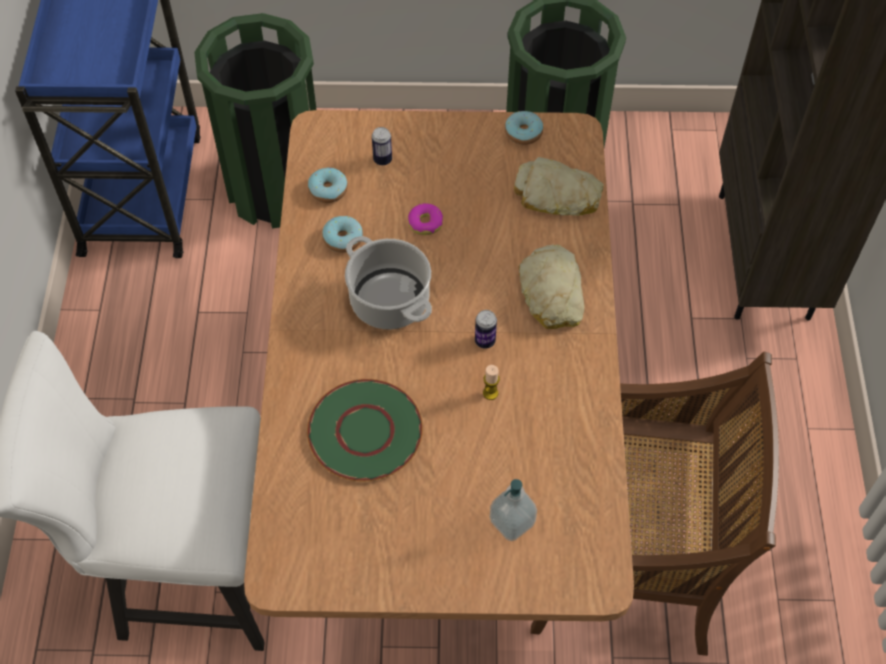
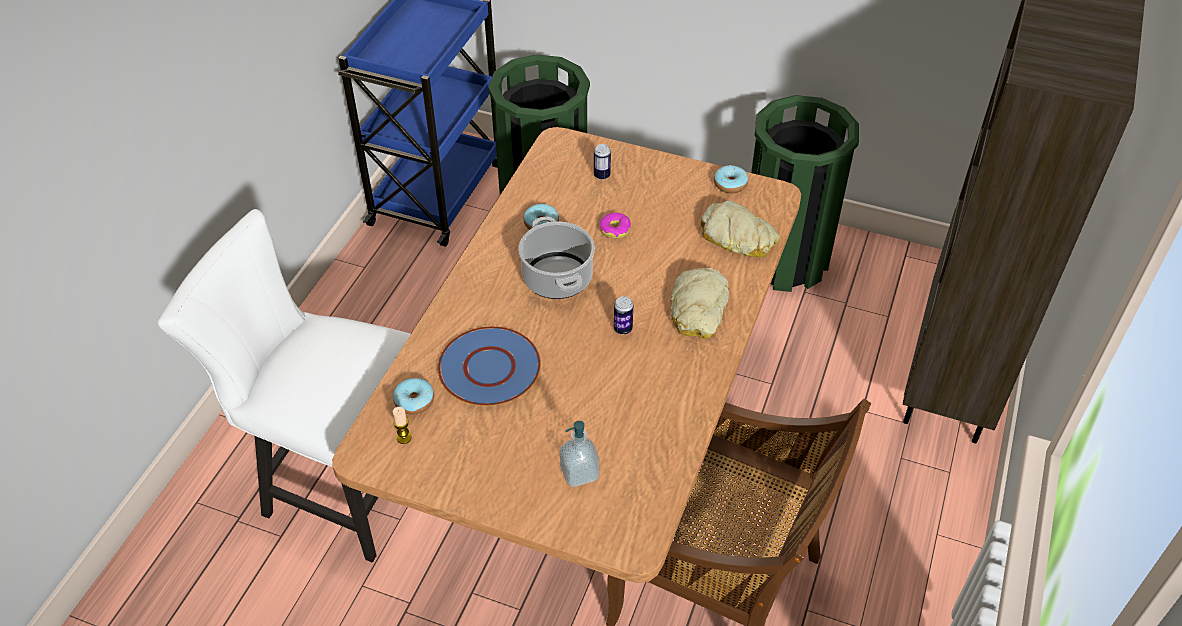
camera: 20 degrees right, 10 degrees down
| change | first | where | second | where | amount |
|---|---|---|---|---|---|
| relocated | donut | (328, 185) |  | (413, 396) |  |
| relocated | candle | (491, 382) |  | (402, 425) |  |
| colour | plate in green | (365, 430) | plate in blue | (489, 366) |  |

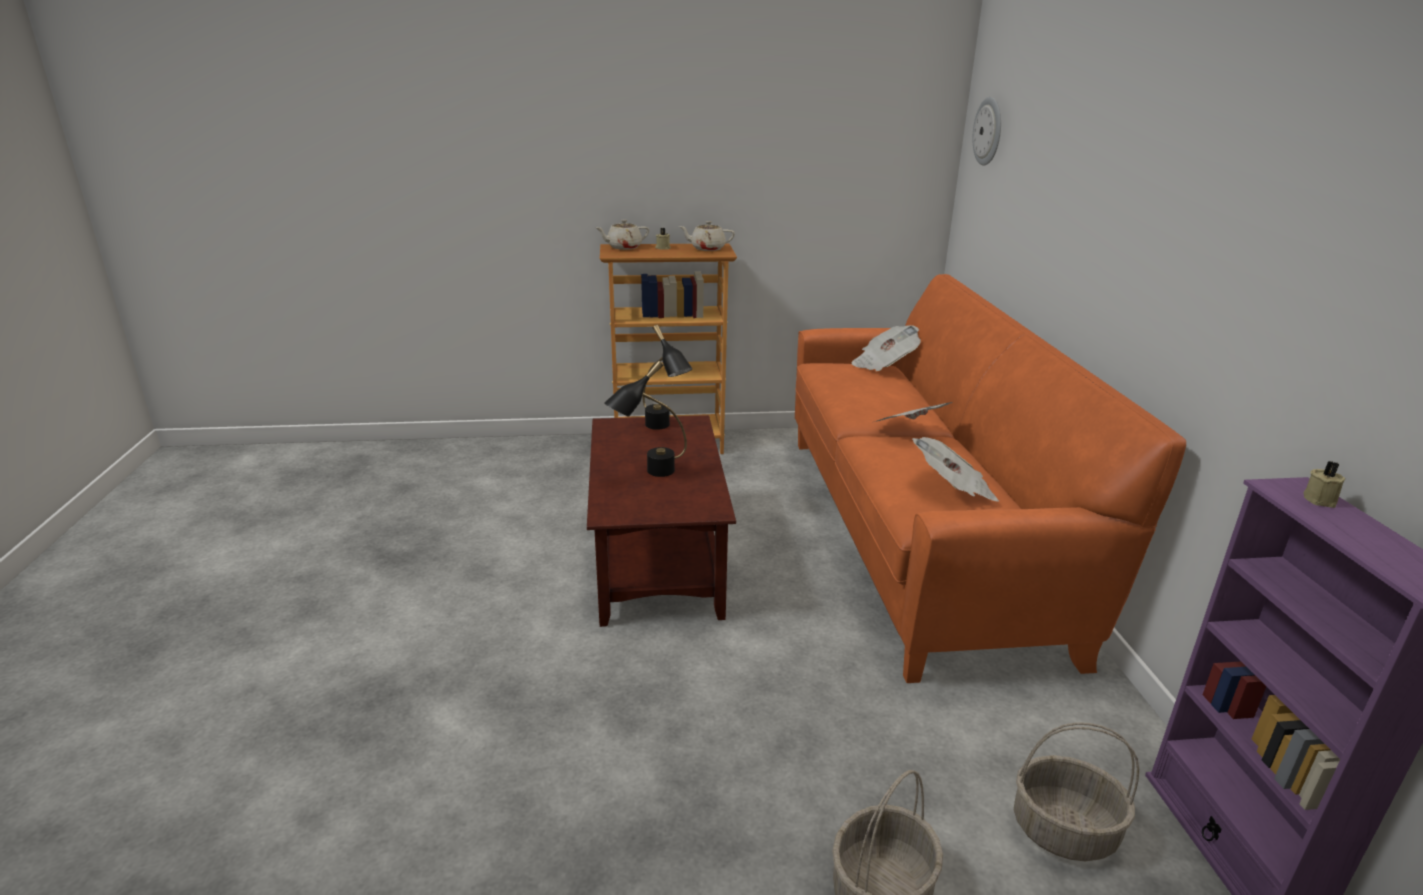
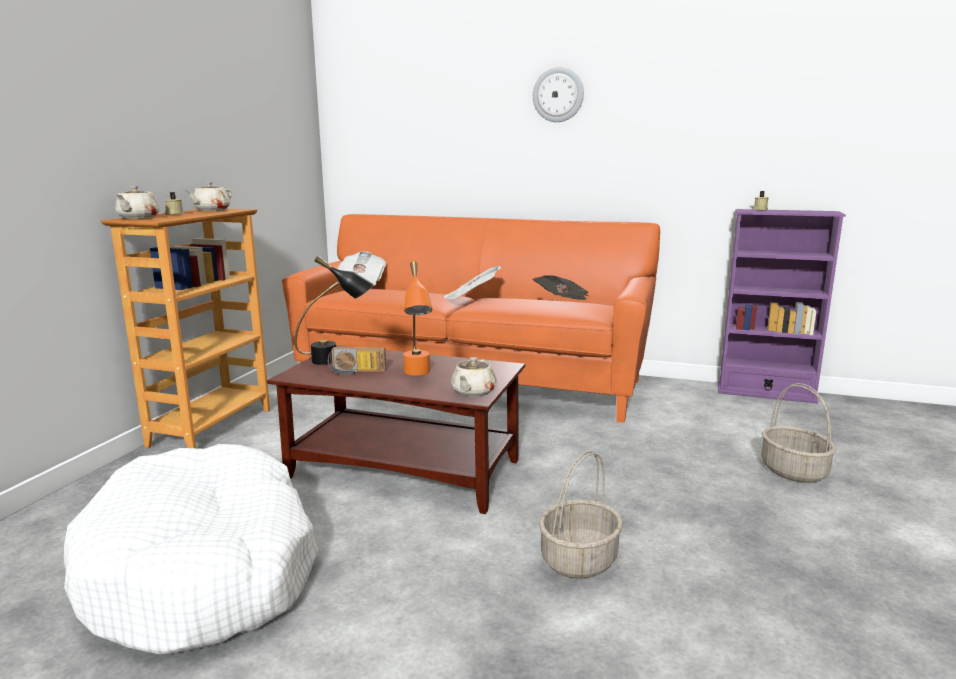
camera: 65 degrees left, 10 degrees down
| change | first | where | second | where | amount |
|---|---|---|---|---|---|
| appeared |  |  | dog bed in white | (191, 549) |  |
| appeared |  |  | radio | (357, 361) |  |
| appeared |  |  | teapot in beige | (473, 377) |  |
| relocated | wall clock | (987, 131) |  | (558, 94) |  |
| relocated | basket | (1076, 791) |  | (581, 515) |  |
| colour | table lamp in black | (645, 419) | table lamp in orange | (418, 318) |  |

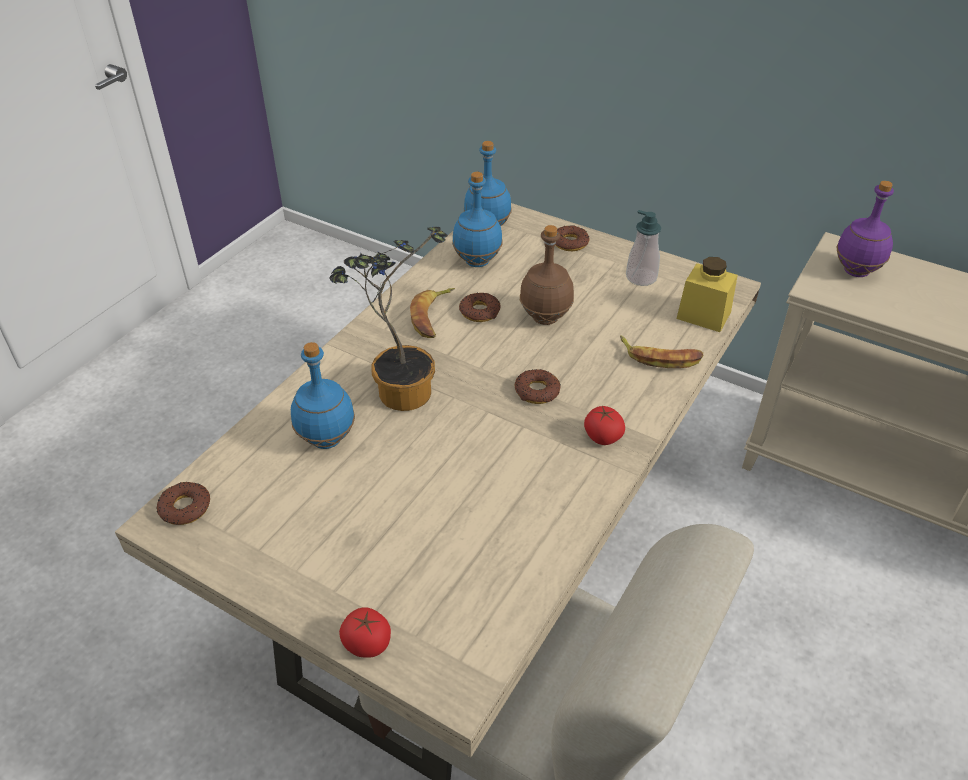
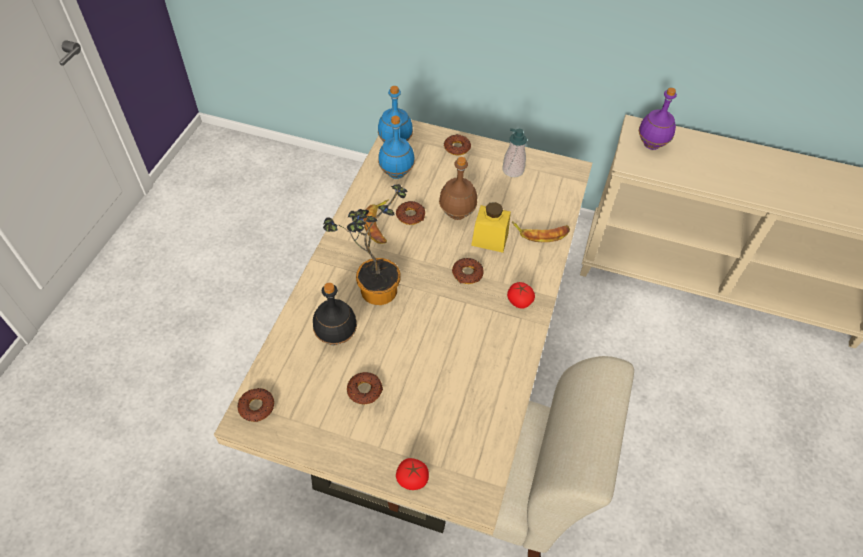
camera: 15 degrees left, 10 degrees up
| change | first | where | second | where | amount |
|---|---|---|---|---|---|
| appeared |  |  | donut | (365, 388) |  |
| relocated | jar in yellow | (707, 294) |  | (491, 227) |  |
| colour | bottle in blue | (323, 395) | bottle in black | (335, 314) |  |

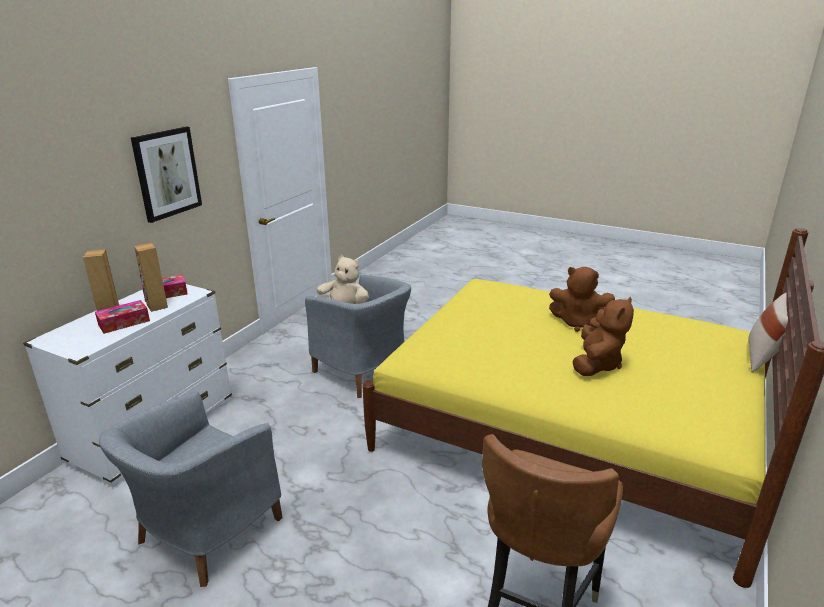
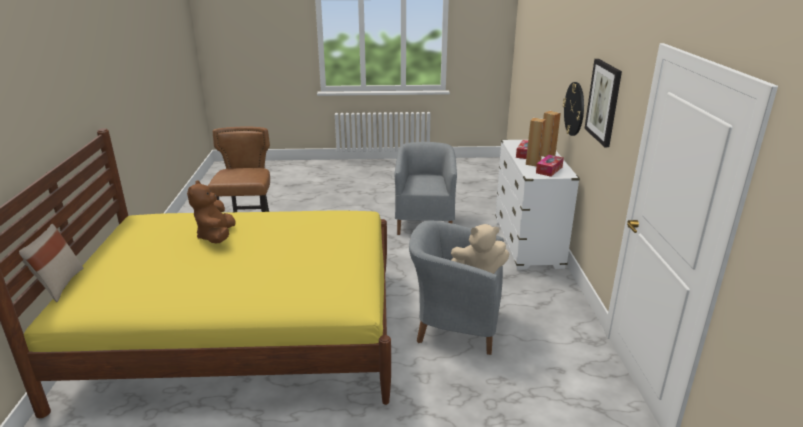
camera: 150 degrees right, 0 degrees up
| change | first | where | second | where | amount |
|---|---|---|---|---|---|
| missing | plush toy in brown | (582, 299) |  |  |  |
| appeared |  |  | wall clock | (573, 109) |  |

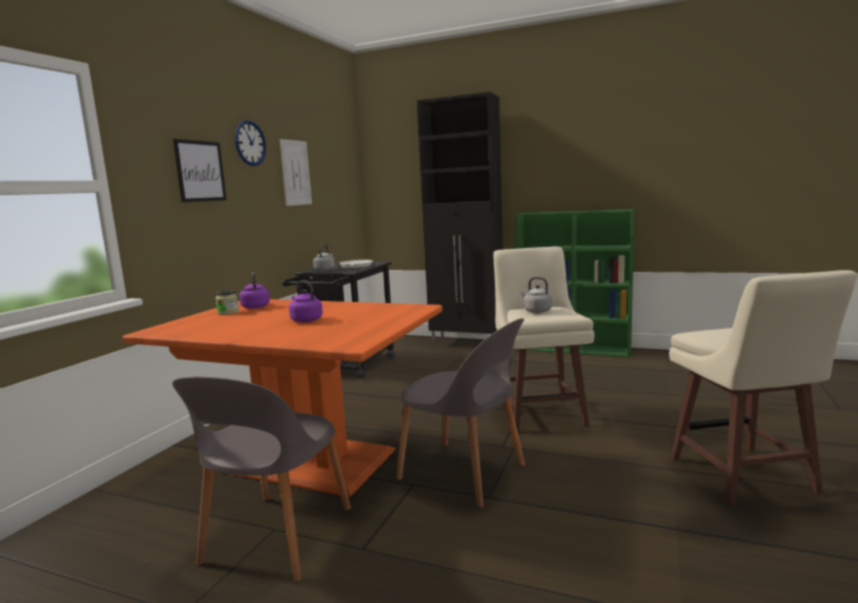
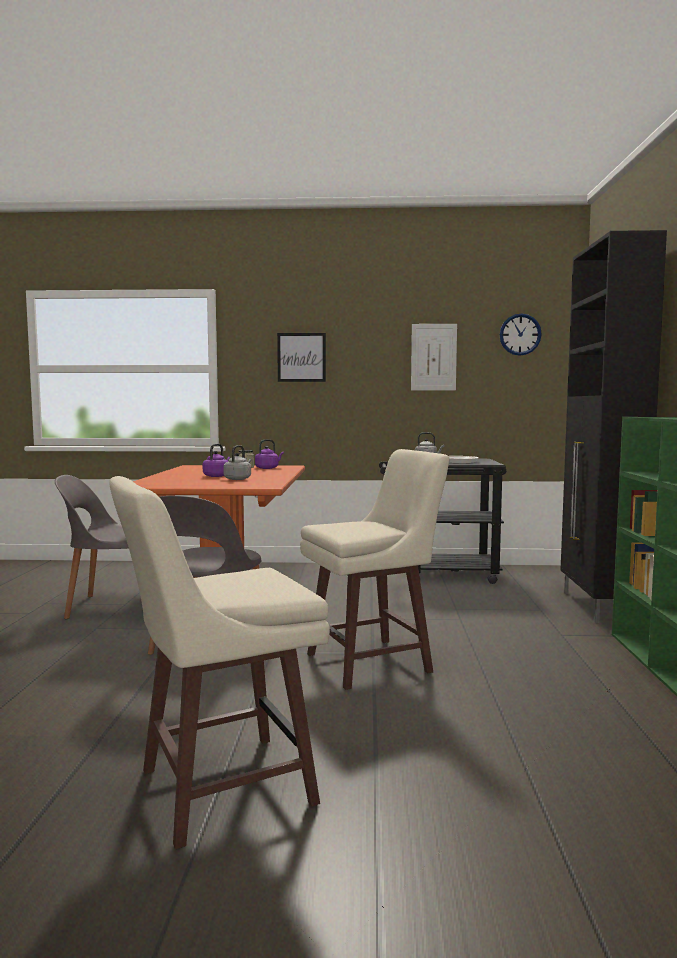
camera: 70 degrees right, 5 degrees down
| change | first | where | second | where | amount |
|---|---|---|---|---|---|
| relocated | wall clock | (250, 143) |  | (521, 334) |  |
| relocated | kettle in grey | (536, 295) |  | (237, 462) |  |

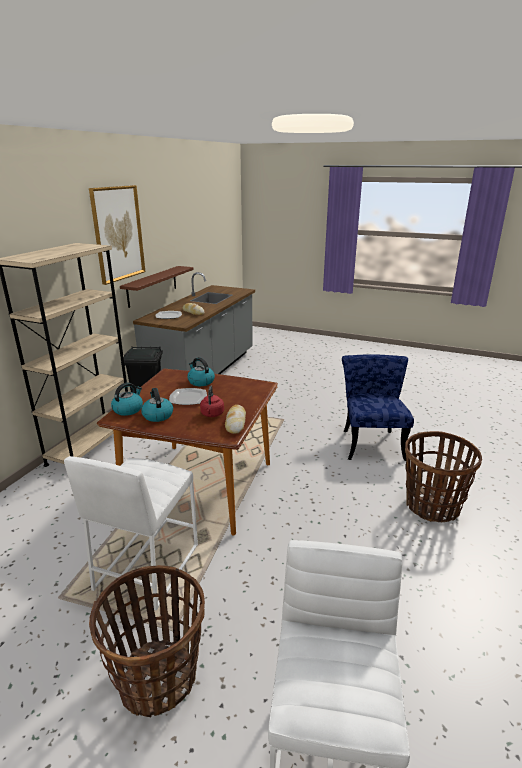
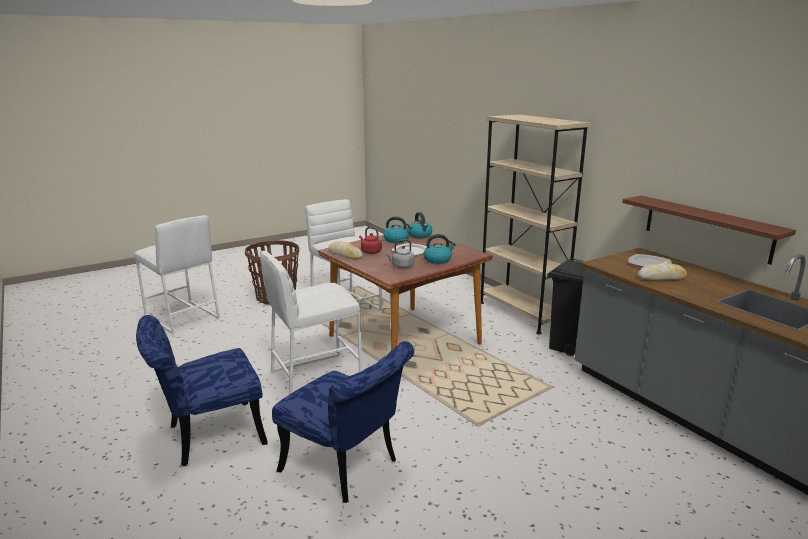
camera: 125 degrees right, 5 degrees down
| change | first | where | second | where | amount |
|---|---|---|---|---|---|
| missing | picture | (117, 235) |  |  |  |
| appeared |  |  | stool in white | (311, 323) |  |
| appeared |  |  | kettle in grey | (399, 253) |  |
| exchanged | basket | (443, 476) | chair in blue | (202, 390) |  |

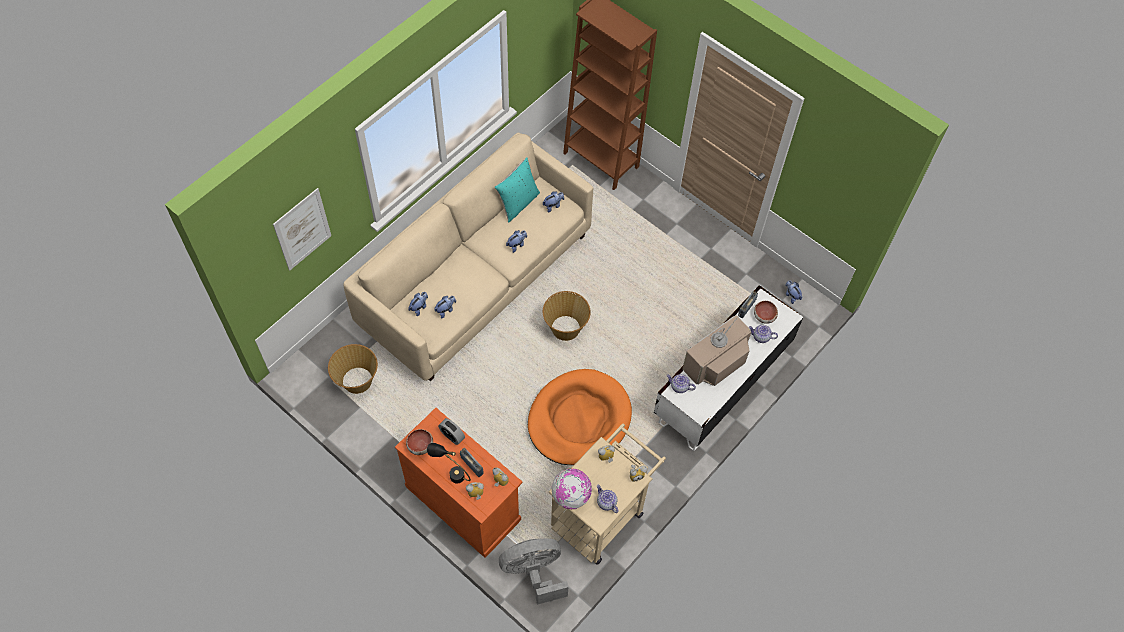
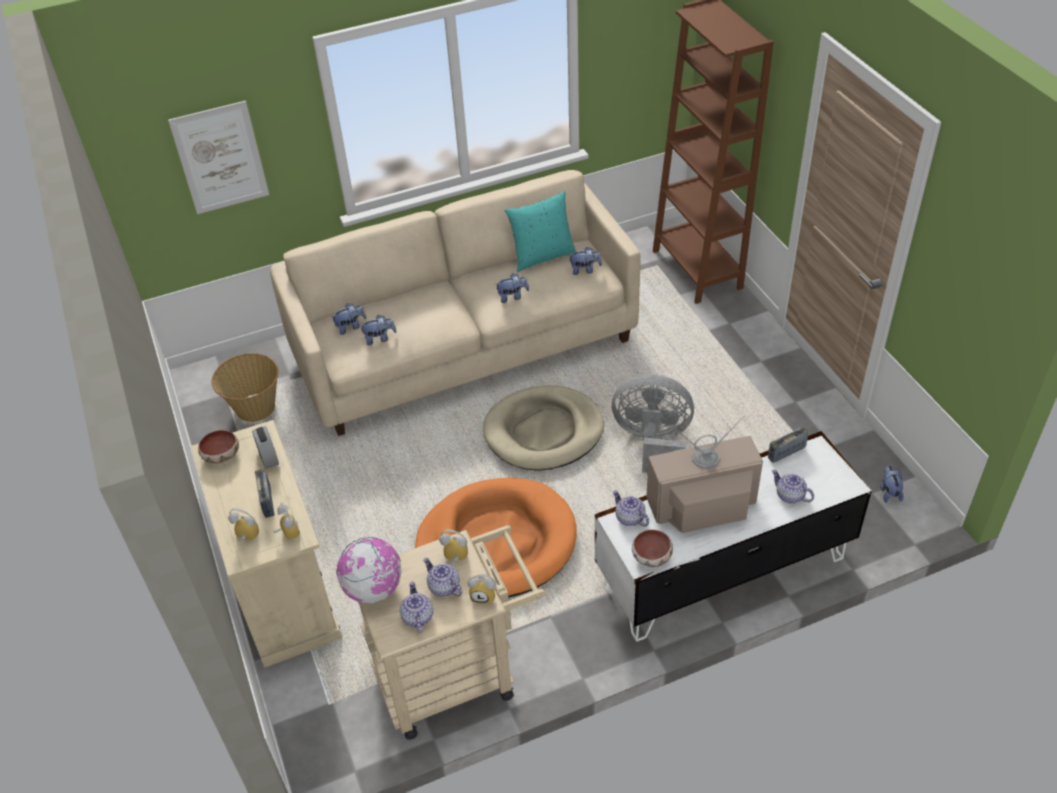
camera: 30 degrees right, 15 degrees down
| change | first | where | second | where | amount |
|---|---|---|---|---|---|
| missing | table lamp in black | (449, 463) |  |  |  |
| appeared |  |  | teapot | (442, 577) |  |
| relocated | fan in grey | (534, 572) |  | (653, 423) |  |
| relocated | bowl | (766, 312) |  | (652, 548) |  |
| exchanged | basket | (567, 316) | dog bed in beige | (543, 428) |  |
| colour | cabinet in orange | (459, 483) | cabinet in beige | (266, 544) |  |

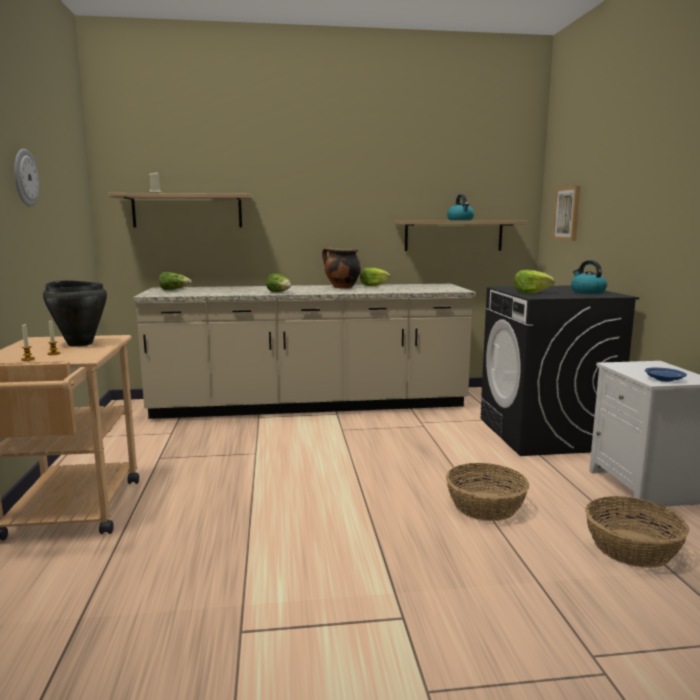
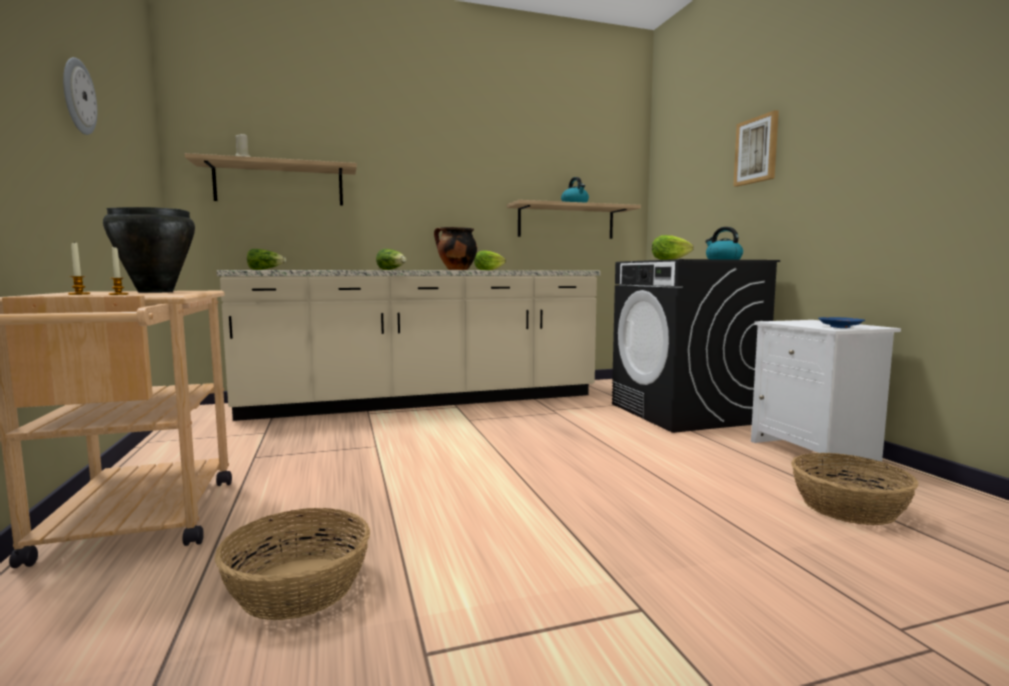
camera: 10 degrees left, 5 degrees down
| change | first | where | second | where | amount |
|---|---|---|---|---|---|
| relocated | basket | (488, 492) |  | (292, 564) |  |
| relocated | picture | (566, 213) |  | (756, 148) |  |

